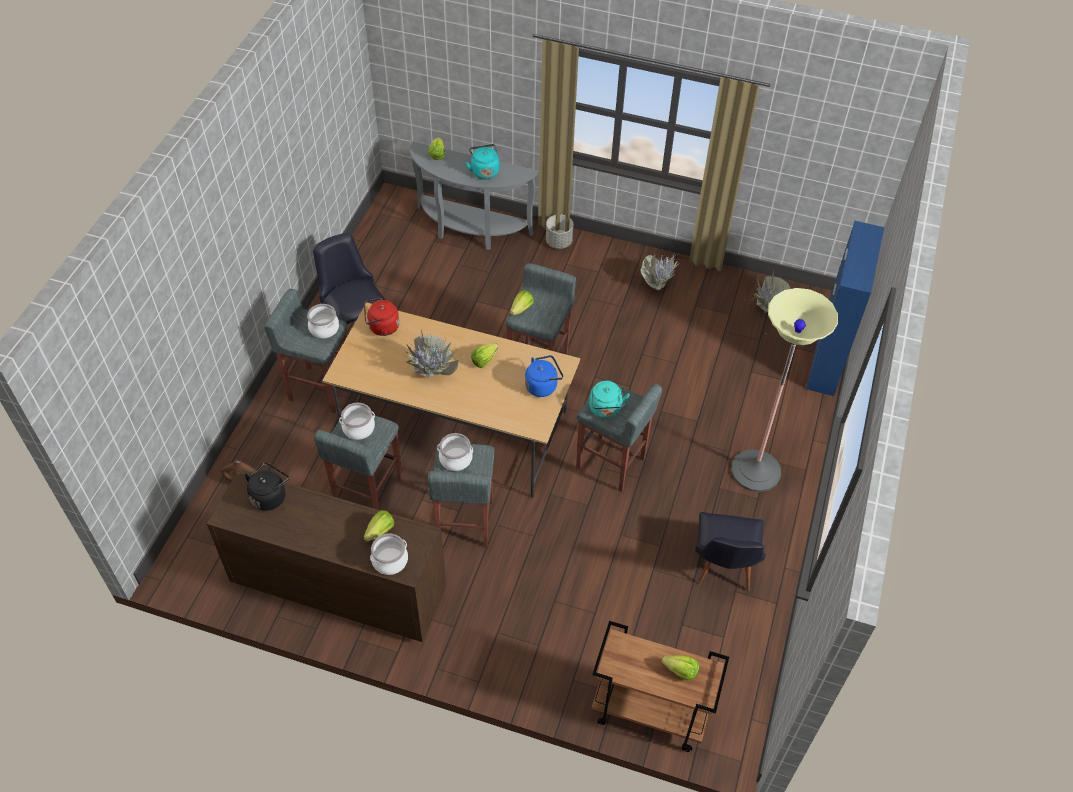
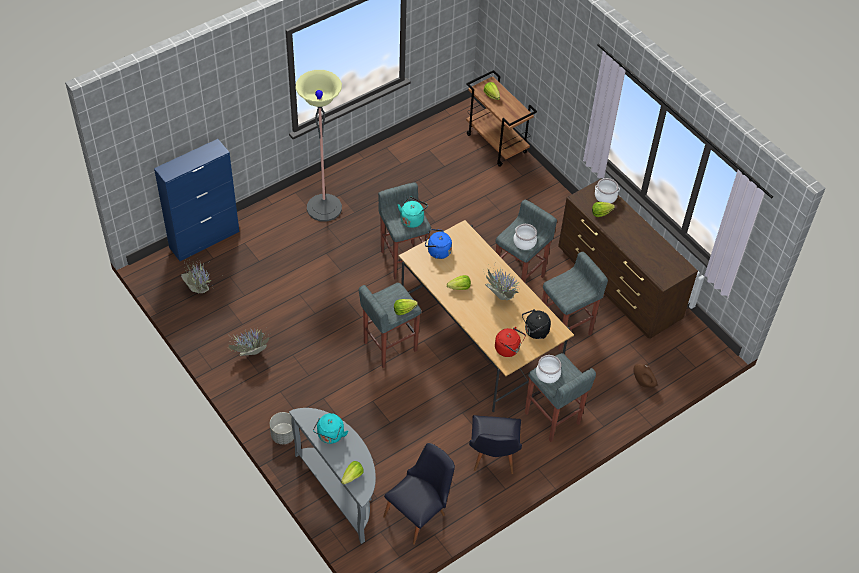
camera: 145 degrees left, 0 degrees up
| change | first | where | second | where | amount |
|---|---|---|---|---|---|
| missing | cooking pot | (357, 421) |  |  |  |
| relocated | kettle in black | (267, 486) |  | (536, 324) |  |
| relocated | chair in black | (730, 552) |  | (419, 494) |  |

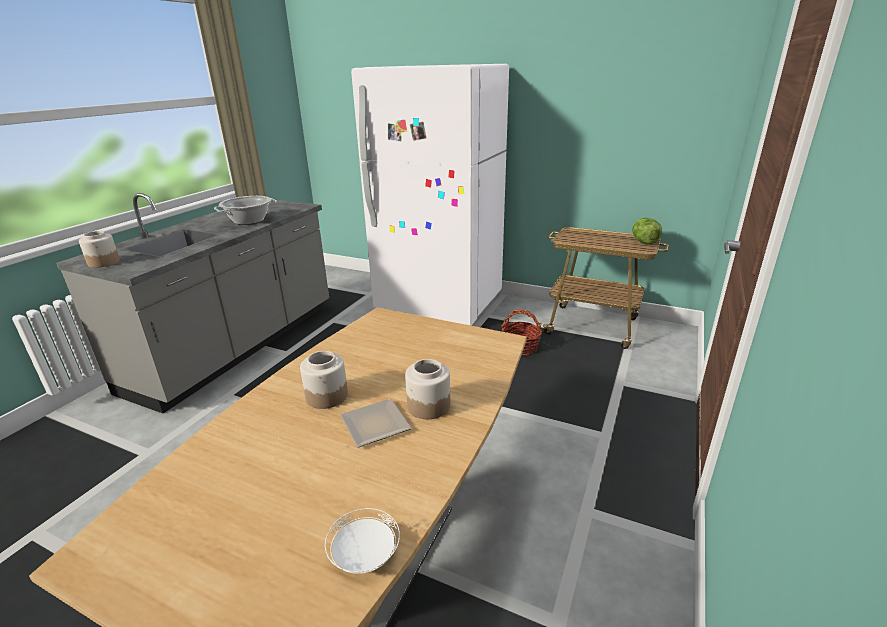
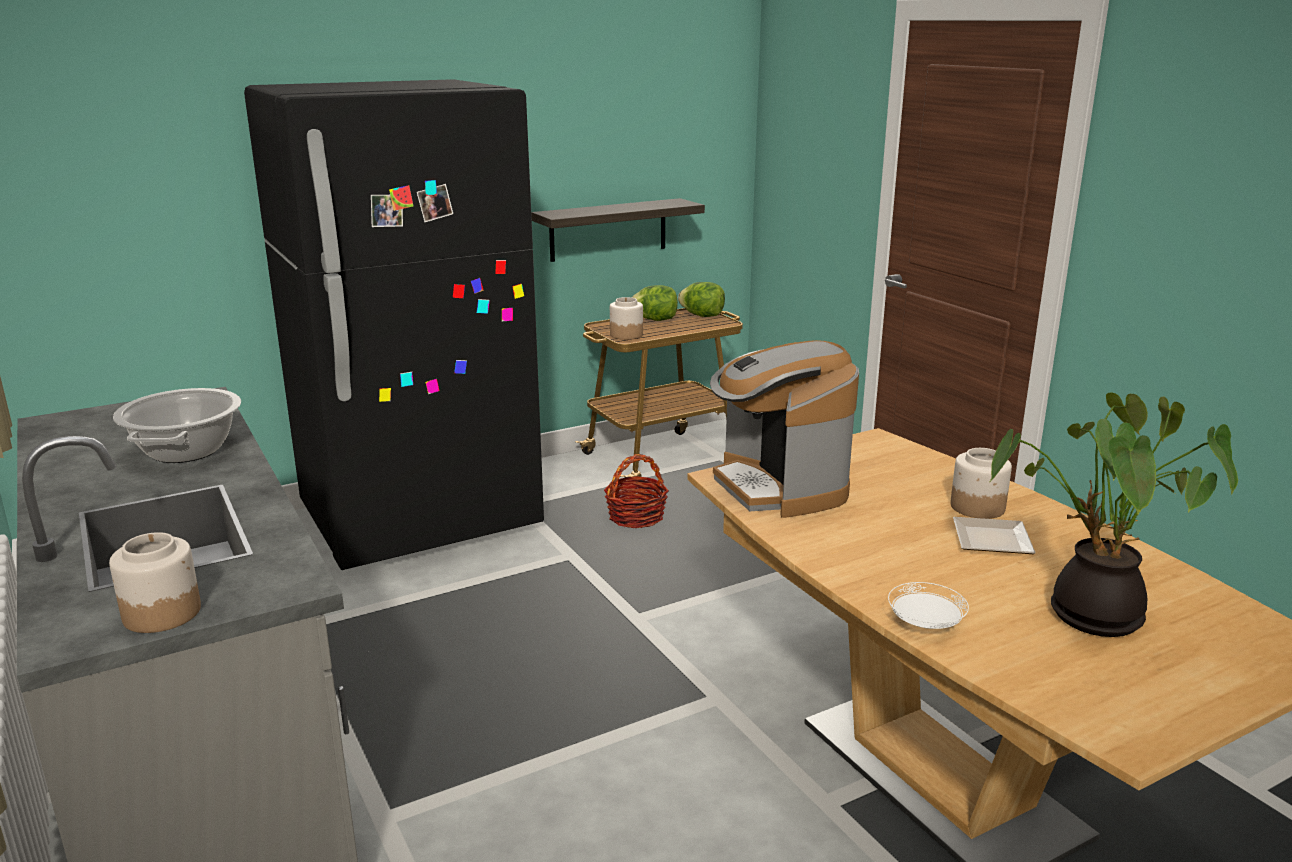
camera: 55 degrees left, 5 degrees down
| change | first | where | second | where | amount |
|---|---|---|---|---|---|
| appeared |  |  | shelf | (618, 230) |  |
| appeared |  |  | lettuce | (654, 303) |  |
| appeared |  |  | coffee machine | (784, 429) |  |
| appeared |  |  | potted plant | (1113, 515) |  |
| relocated | jar | (324, 380) |  | (626, 318) |  |
| relocated | plate in white | (362, 541) |  | (928, 605) |  |
| colour | fridge in white | (430, 194) | fridge in black | (394, 324) |  |

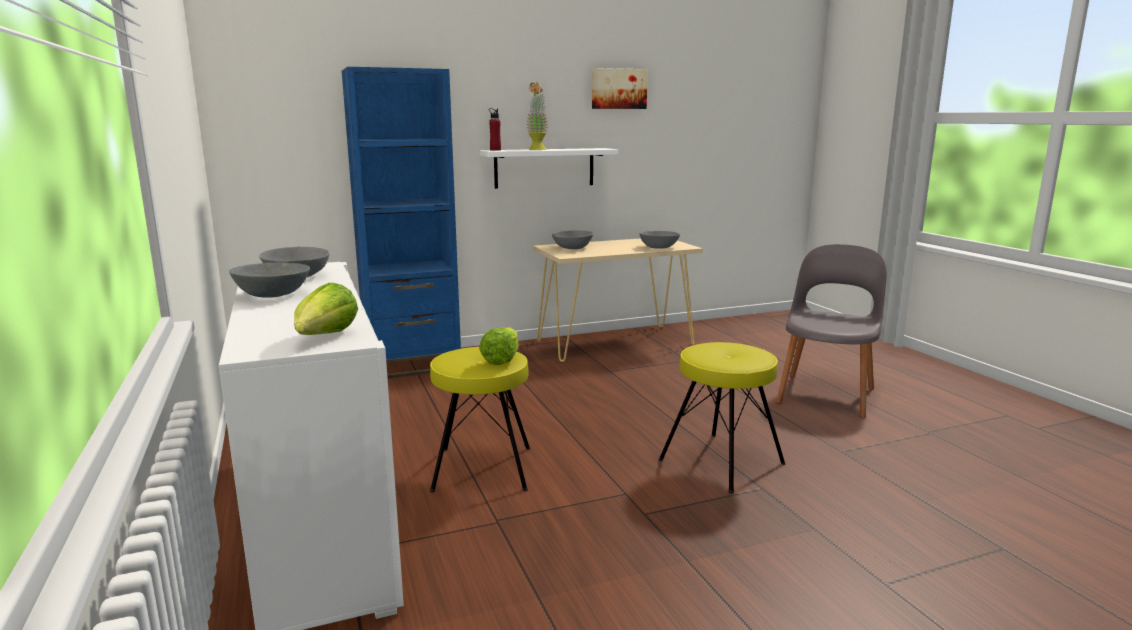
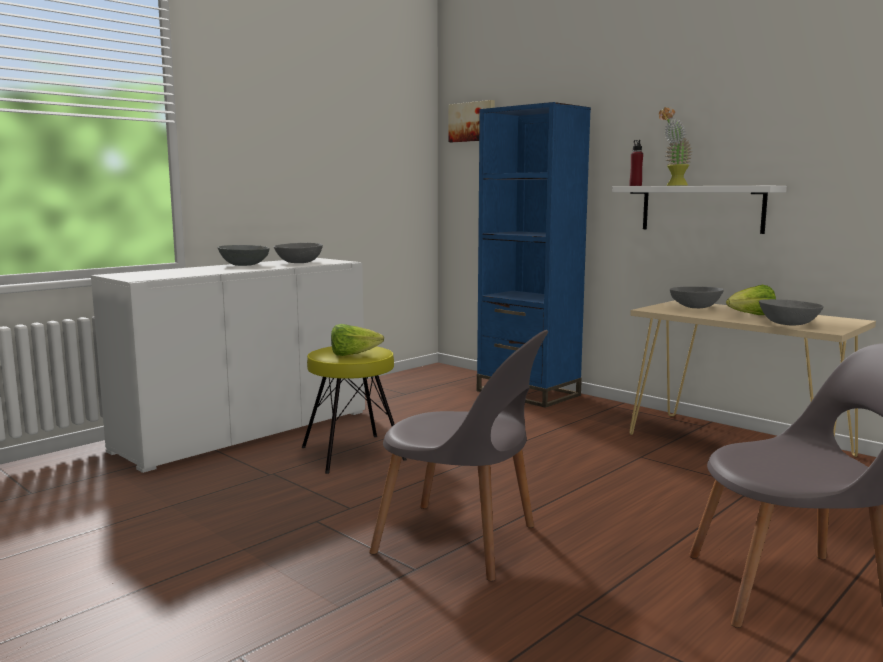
camera: 65 degrees right, 5 degrees down
| change | first | where | second | where | amount |
|---|---|---|---|---|---|
| relocated | lettuce | (326, 309) |  | (751, 300) |  |
| relocated | picture | (620, 88) |  | (471, 121) |  |
| exchanged | stool in yellow | (722, 418) | chair in grey | (459, 455) |  |

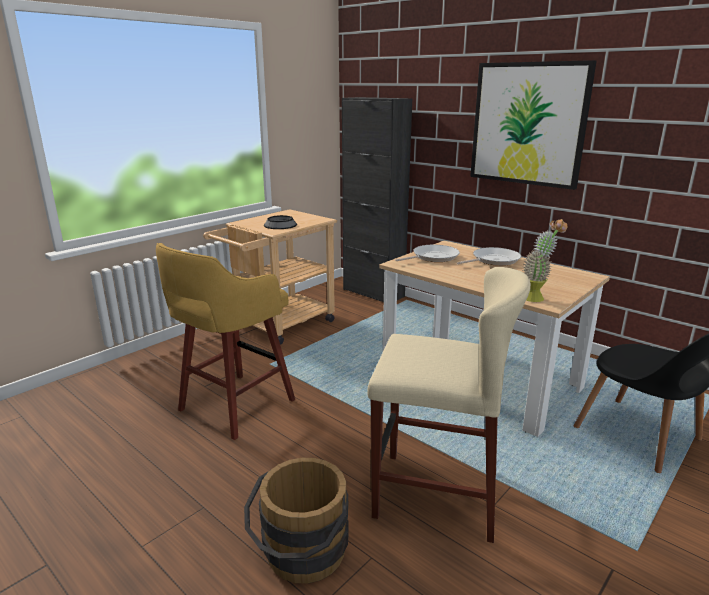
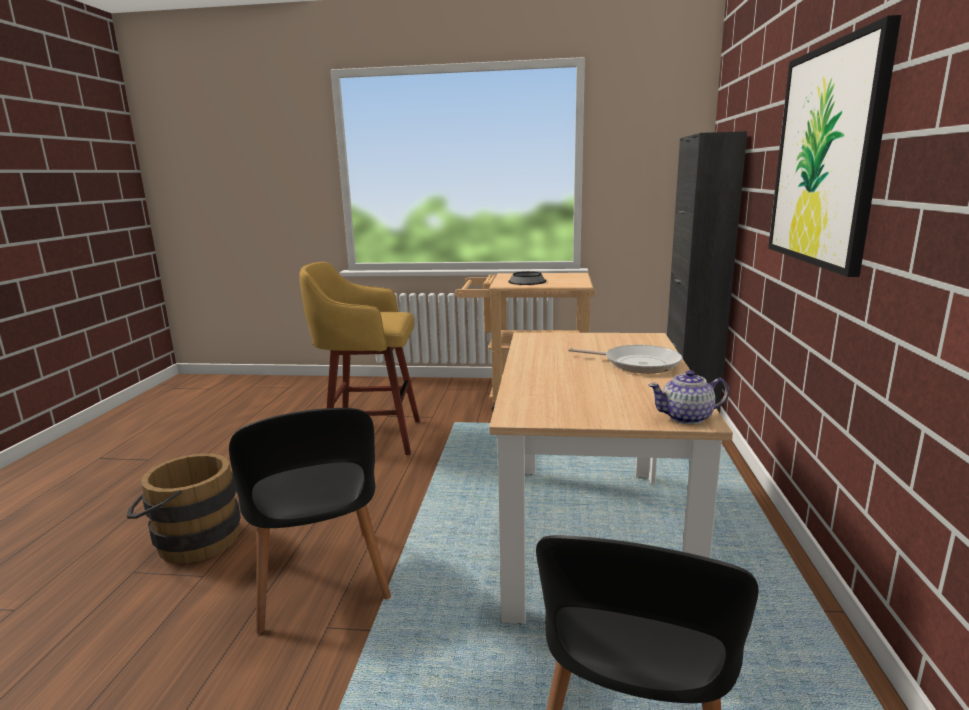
camera: 55 degrees right, 5 degrees down
| change | first | where | second | where | amount |
|---|---|---|---|---|---|
| missing | frying pan | (427, 253) |  |  |  |
| missing | potted plant | (545, 260) |  |  |  |
| appeared |  |  | teapot | (688, 397) |  |
| exchanged | stool in beige | (449, 405) | chair in black | (310, 521) |  |

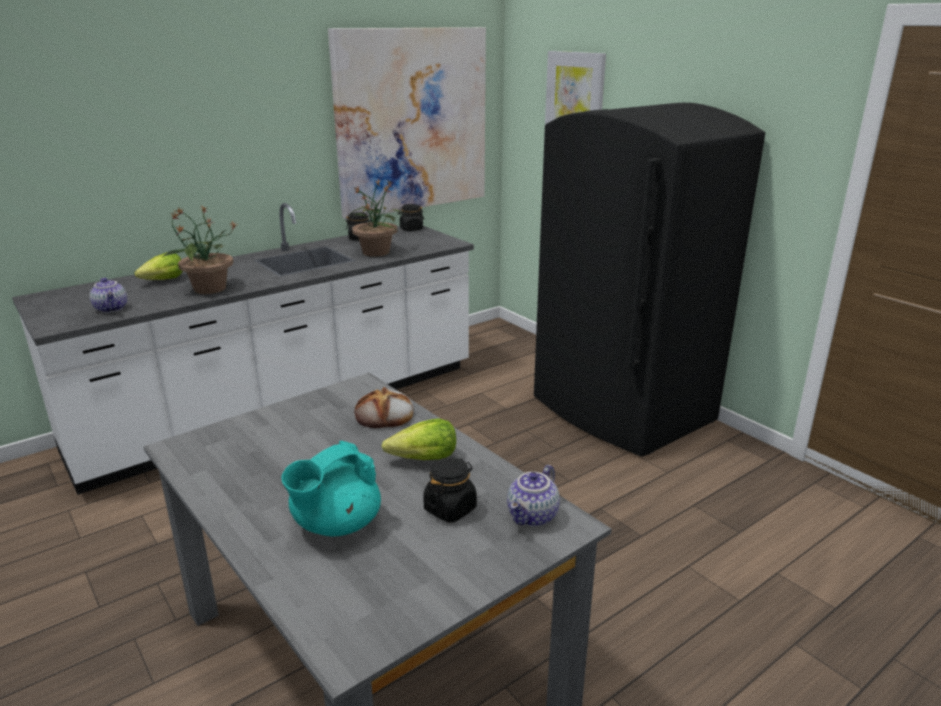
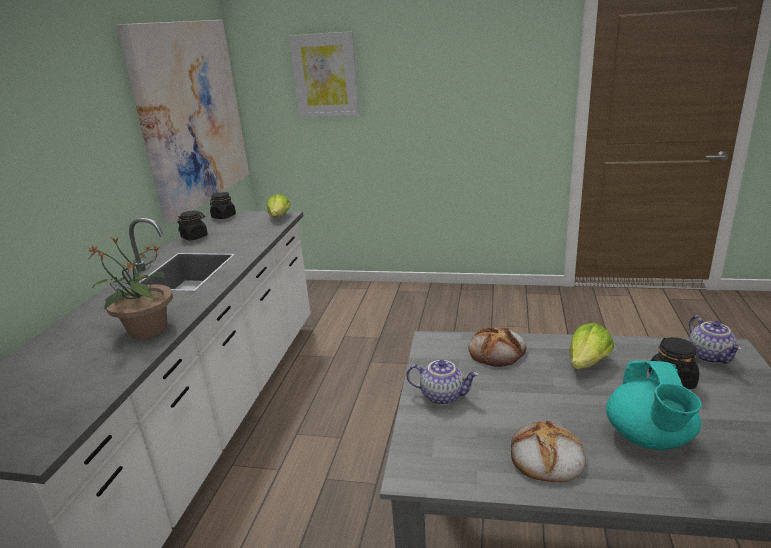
camera: 40 degrees left, 0 degrees up
| change | first | where | second | where | amount |
|---|---|---|---|---|---|
| missing | potted plant | (376, 218) |  |  |  |
| missing | fridge in black | (649, 280) |  |  |  |
| appeared |  |  | bread | (548, 451) |  |
| relocated | teapot | (108, 295) |  | (442, 382) |  |
| relocated | lettuce | (158, 266) |  | (279, 206) |  |

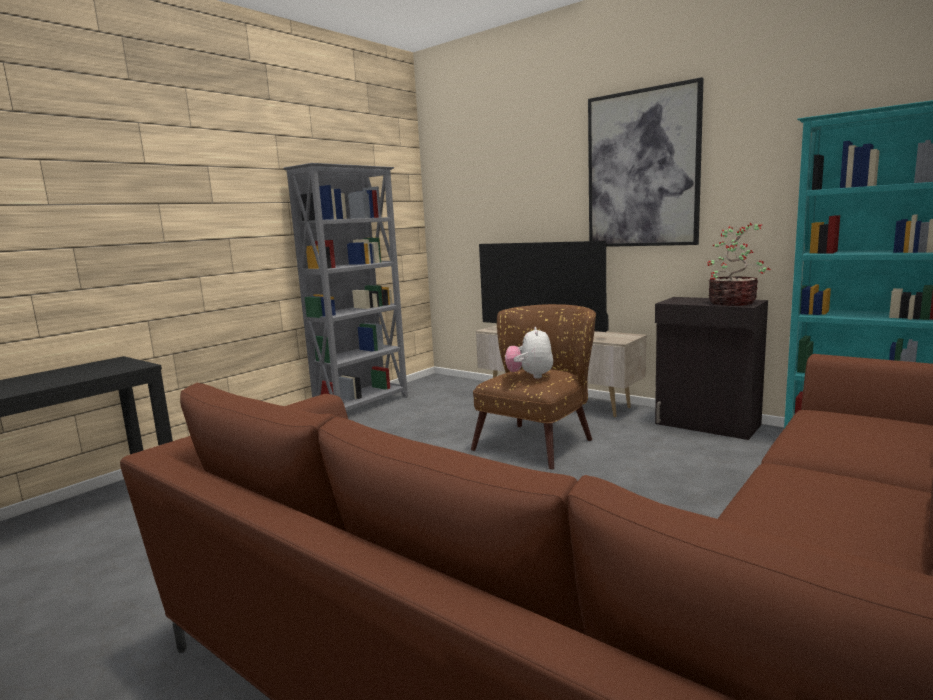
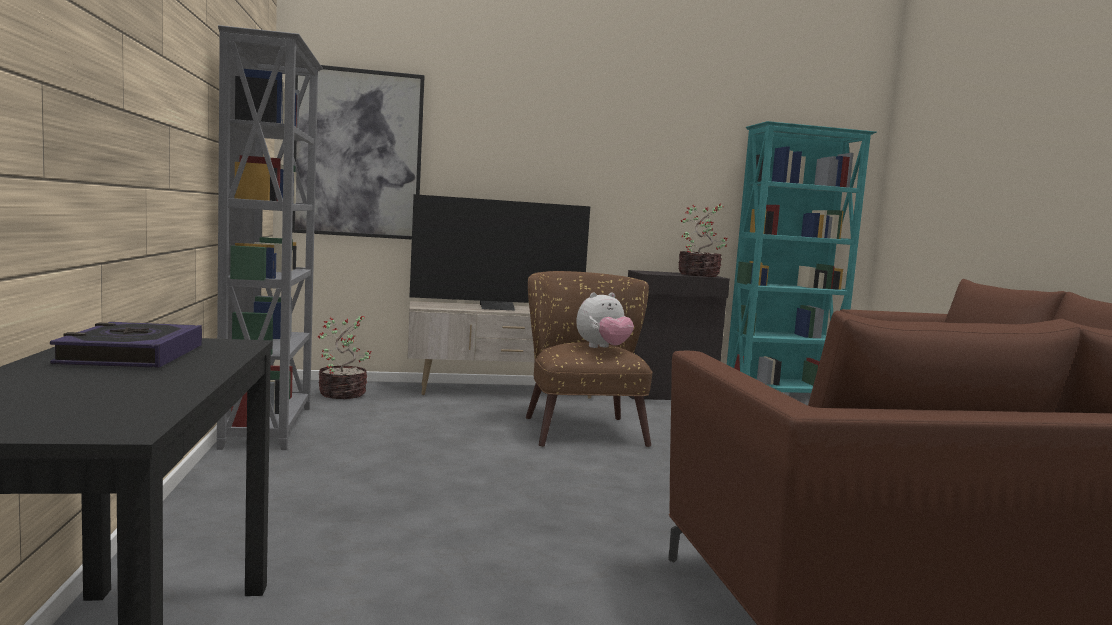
camera: 50 degrees left, 5 degrees down
| change | first | where | second | where | amount |
|---|---|---|---|---|---|
| appeared |  |  | book | (126, 345) |  |
| appeared |  |  | potted plant | (344, 357) |  |
| relocated | picture | (646, 162) |  | (358, 152) |  |
| spun | plush toy | (529, 353) |  | (605, 320) | 75 degrees counterclockwise |

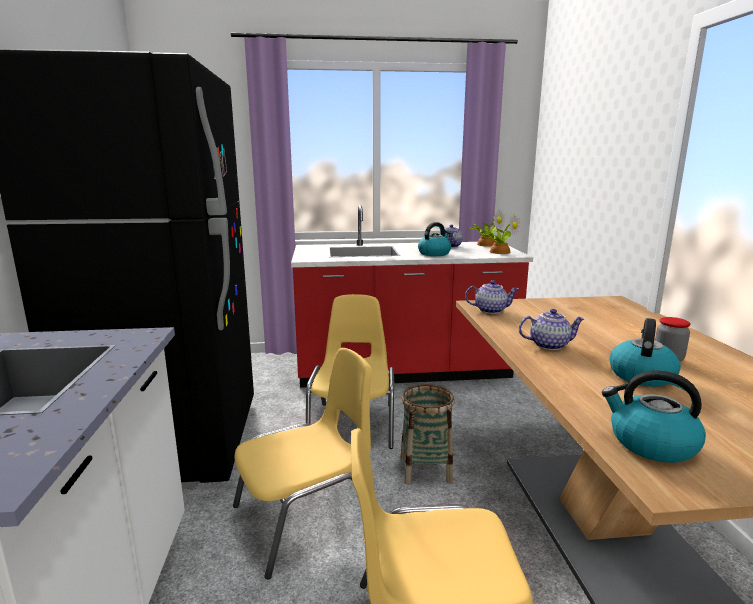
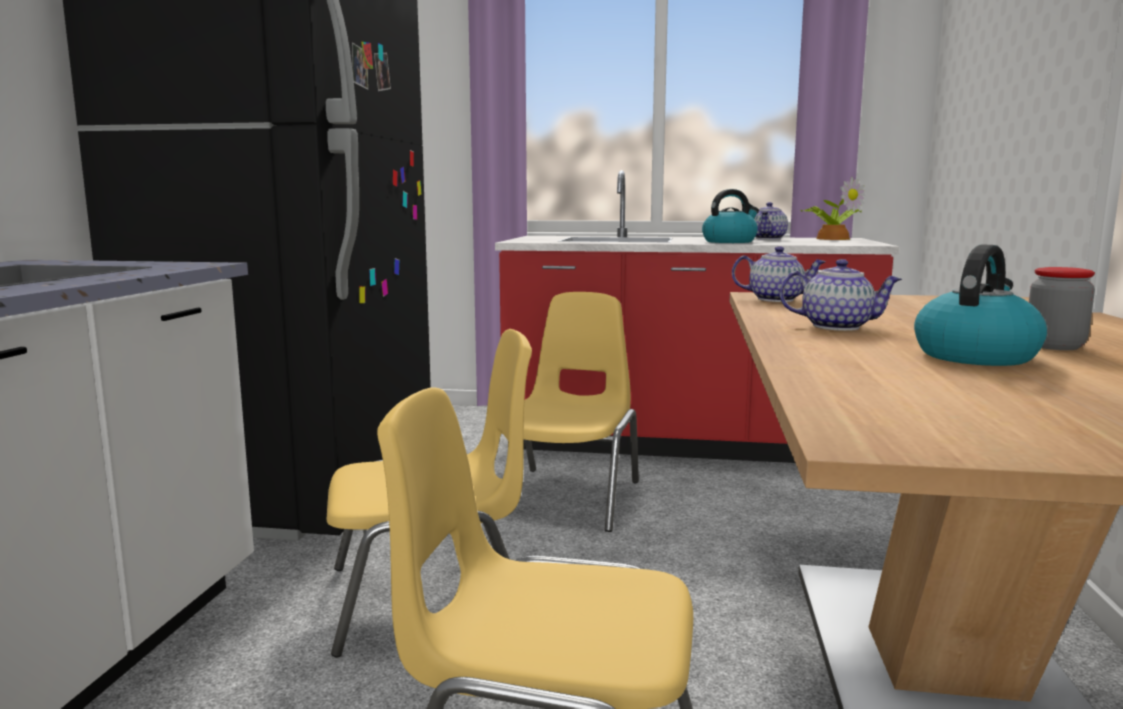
camera: 15 degrees right, 5 degrees down
| change | first | where | second | where | amount |
|---|---|---|---|---|---|
| missing | basket | (428, 434) |  |  |  |
| missing | potted plant | (500, 234) |  |  |  |
| missing | kettle | (654, 416) |  |  |  |

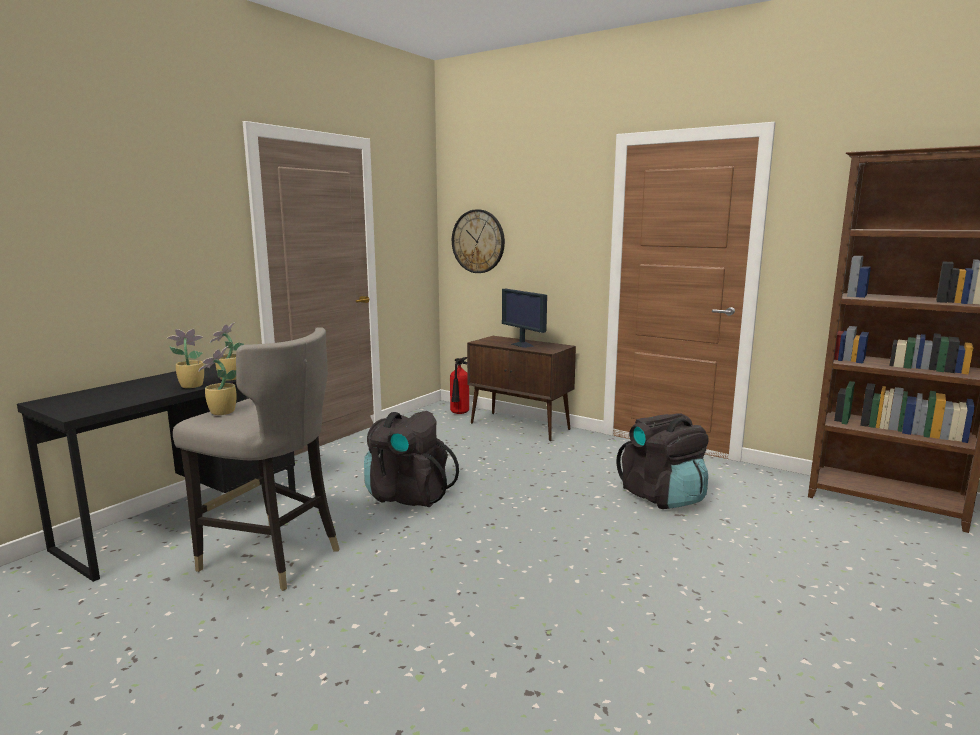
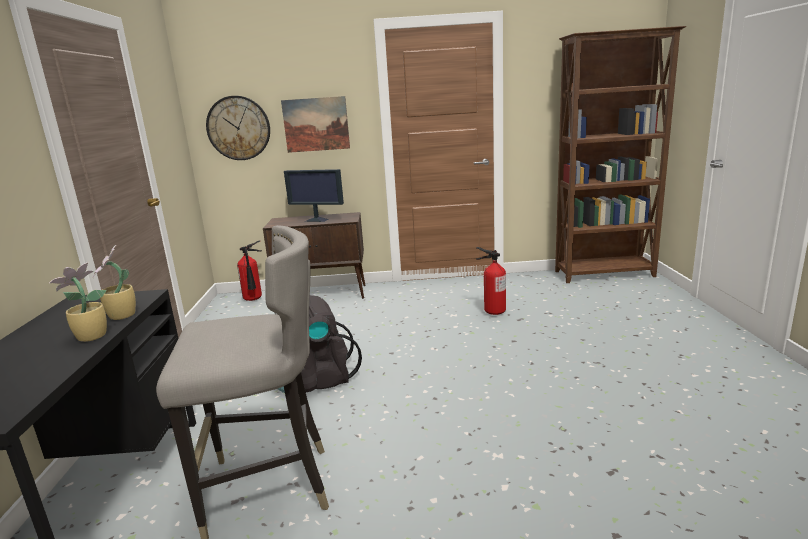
camera: 35 degrees left, 5 degrees up
| change | first | where | second | where | amount |
|---|---|---|---|---|---|
| missing | potted plant | (217, 380) |  |  |  |
| appeared |  |  | picture | (315, 124) |  |
| exchanged | backpack in black | (662, 461) | fire extinguisher | (491, 281) |  |

